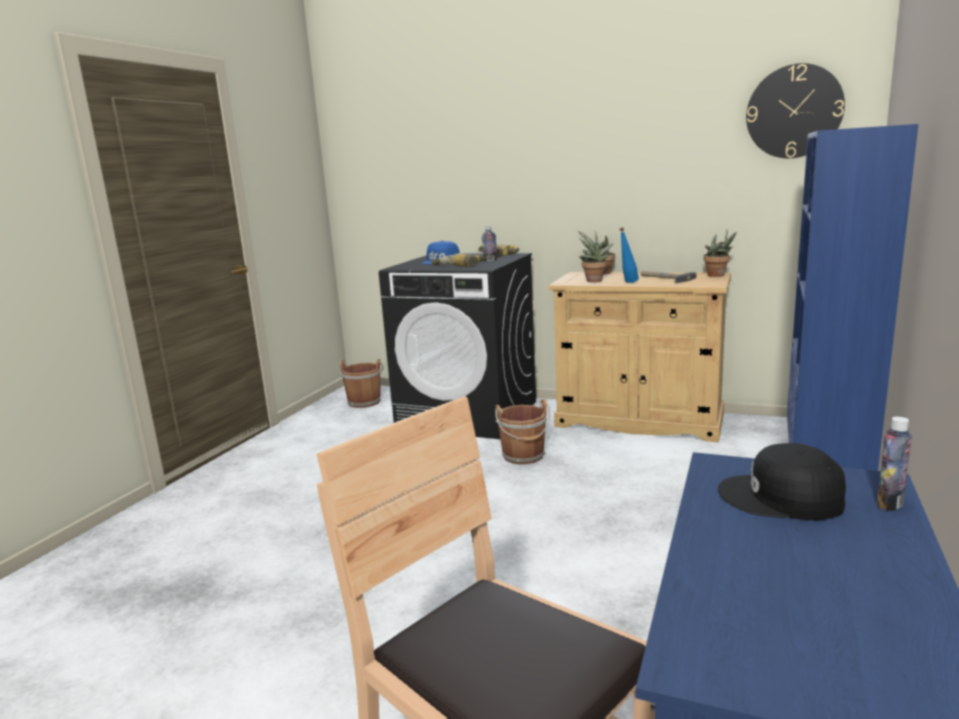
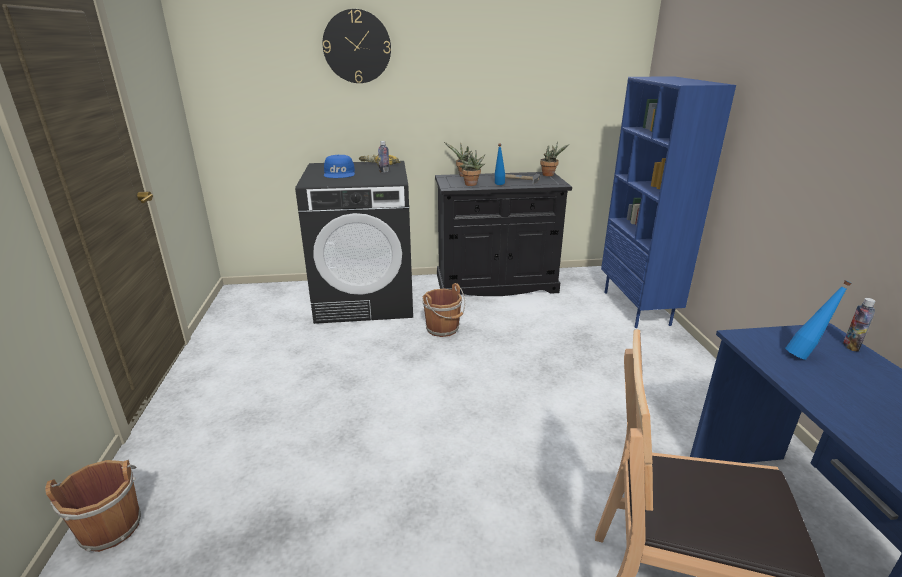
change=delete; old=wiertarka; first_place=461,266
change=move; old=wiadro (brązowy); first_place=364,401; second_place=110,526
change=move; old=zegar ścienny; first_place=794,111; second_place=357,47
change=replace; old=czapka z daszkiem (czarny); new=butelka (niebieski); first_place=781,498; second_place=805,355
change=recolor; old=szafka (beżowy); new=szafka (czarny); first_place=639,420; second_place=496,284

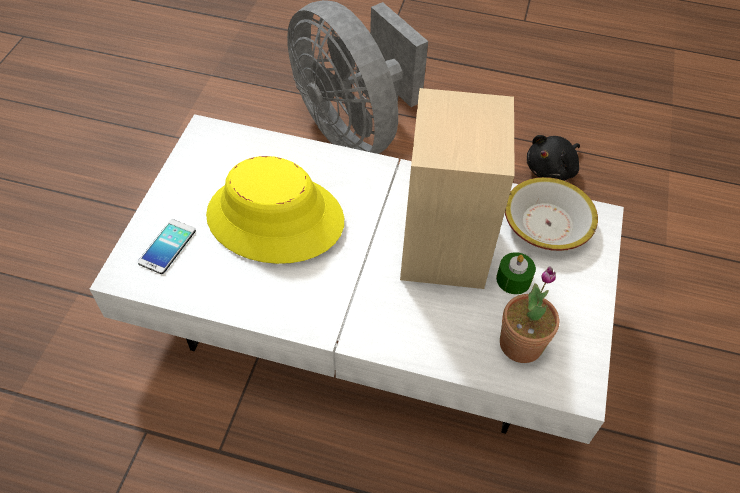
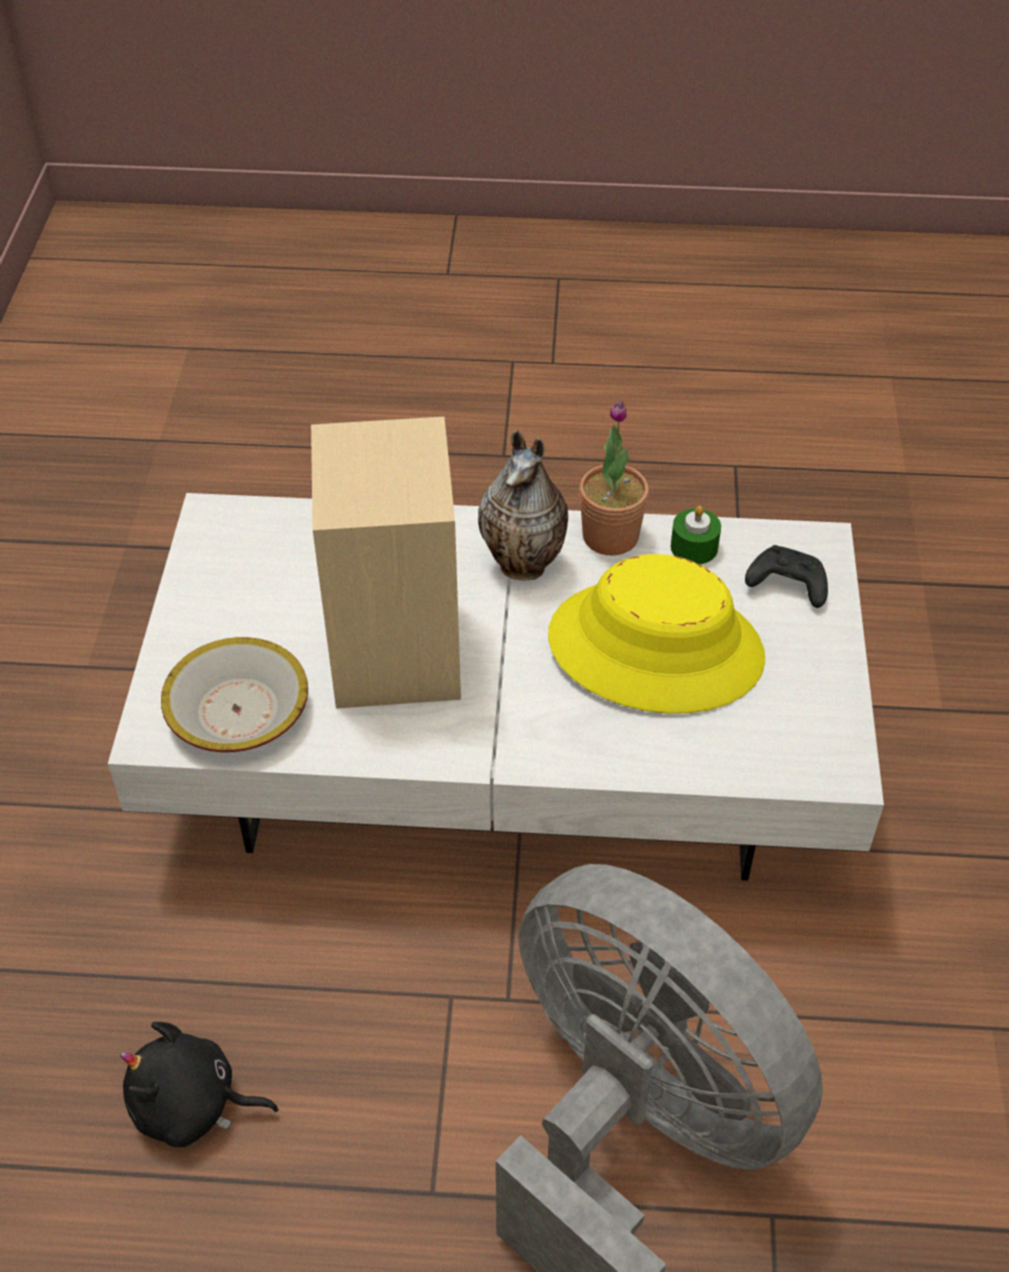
change=insert; new=wazon; second_place=526,566
change=move; old=świeca (zielony); first_place=513,279; second_place=694,547
change=move; old=roślina doniczkowa; first_place=521,344; second_place=610,536
change=replace; old=telefon; new=pad do gier (czarny); first_place=167,247; second_place=785,585
change=rotate; old=pluszak (czarny); first_place=552,170; second_place=192,1105; degrees=-120

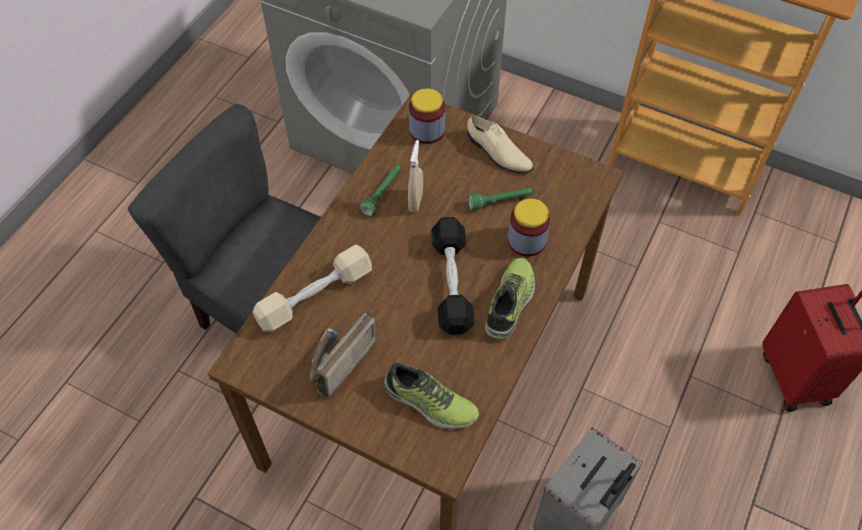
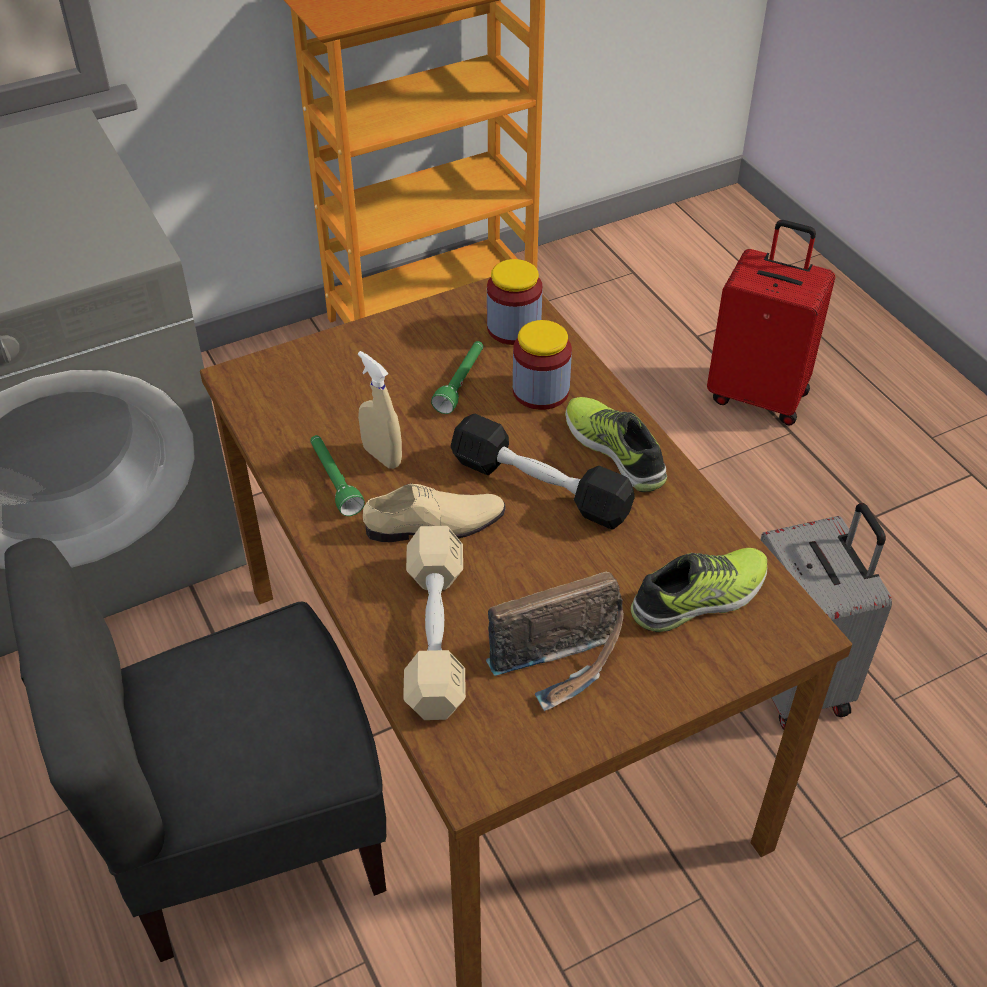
change=move; old=słoik; first_place=427,131; second_place=514,328
change=move; old=but (beżowy); first_place=498,153; second_place=435,525
change=rotate; old=radio; first_place=336,362; second_place=563,664; degrees=-90

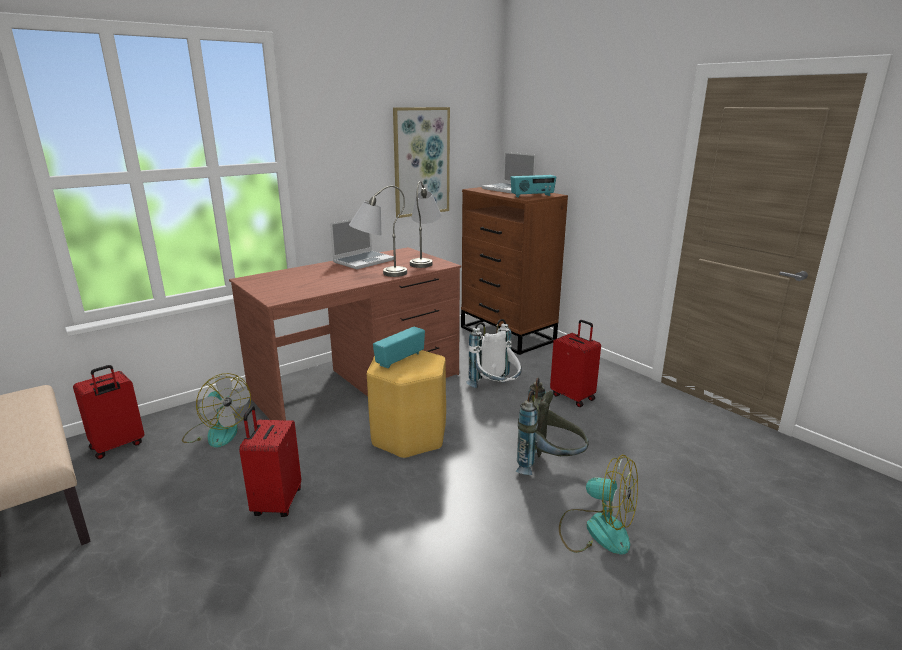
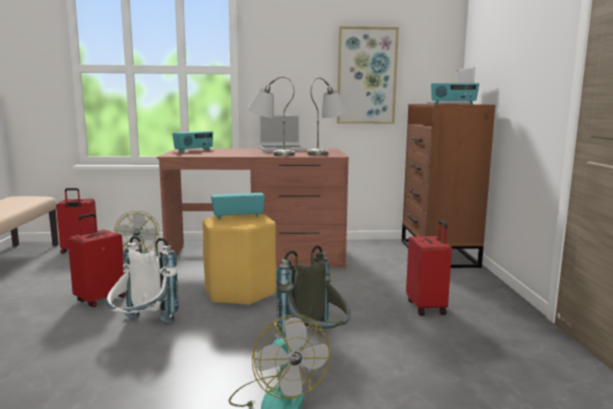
change=insert; new=radio; second_place=194,150
change=move; old=plecak (biały); first_place=496,391; second_place=142,327

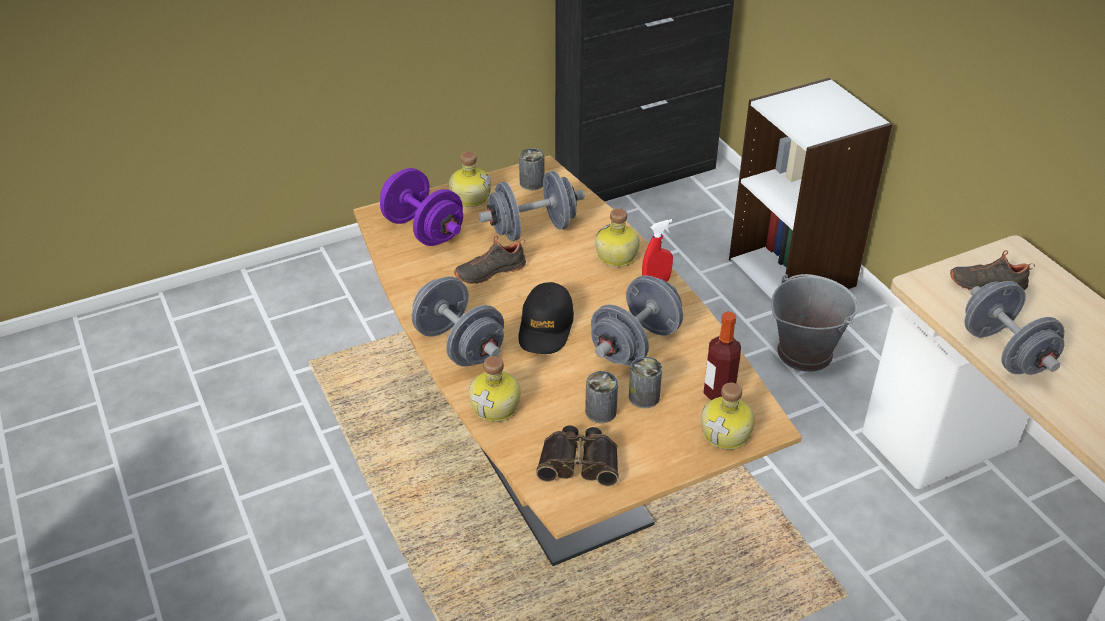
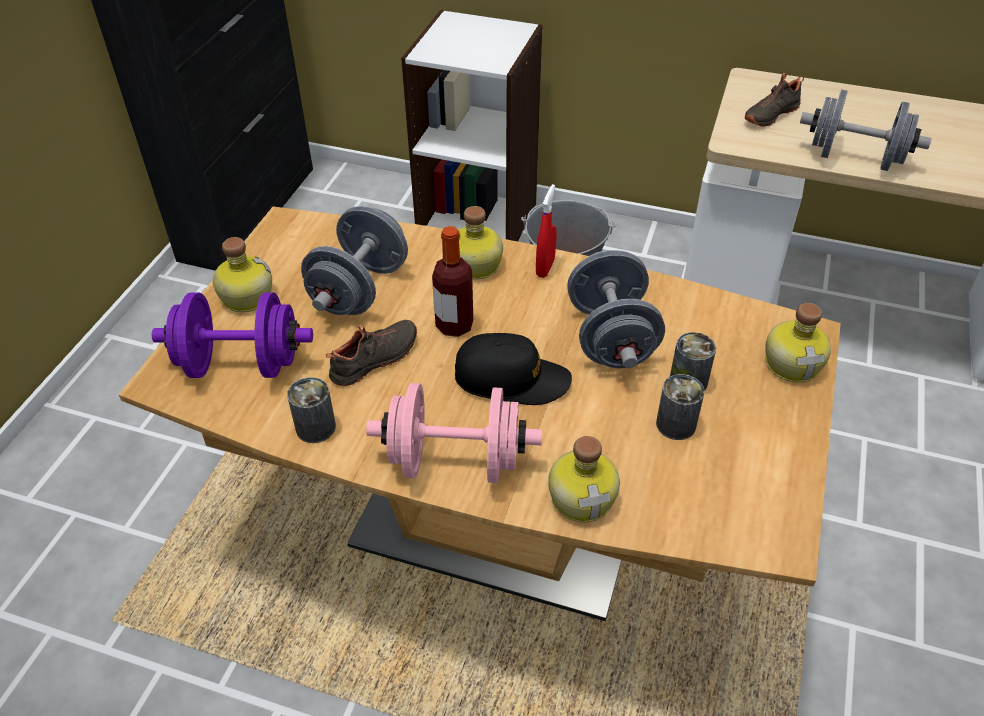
change=delete; old=lornetka; first_place=579,461
change=move; old=puszka; first_place=532,183; second_place=315,427
change=move; old=butelka; first_place=718,393; second_place=454,325
change=recolor; old=hantel (szary); new=hantel (różowy); first_place=459,345; second_place=455,461
change=rotate; old=but (czarny); first_place=489,271; second_place=376,360; degrees=-150
change=rotate; old=czapka z daszkiem (czarny); first_place=546,327; second_place=511,378; degrees=-45

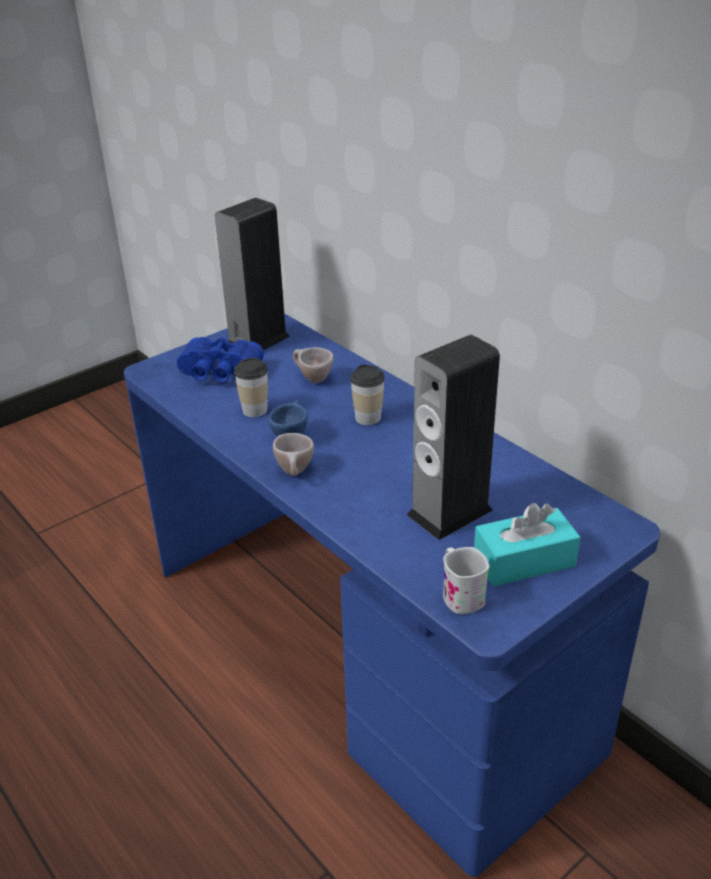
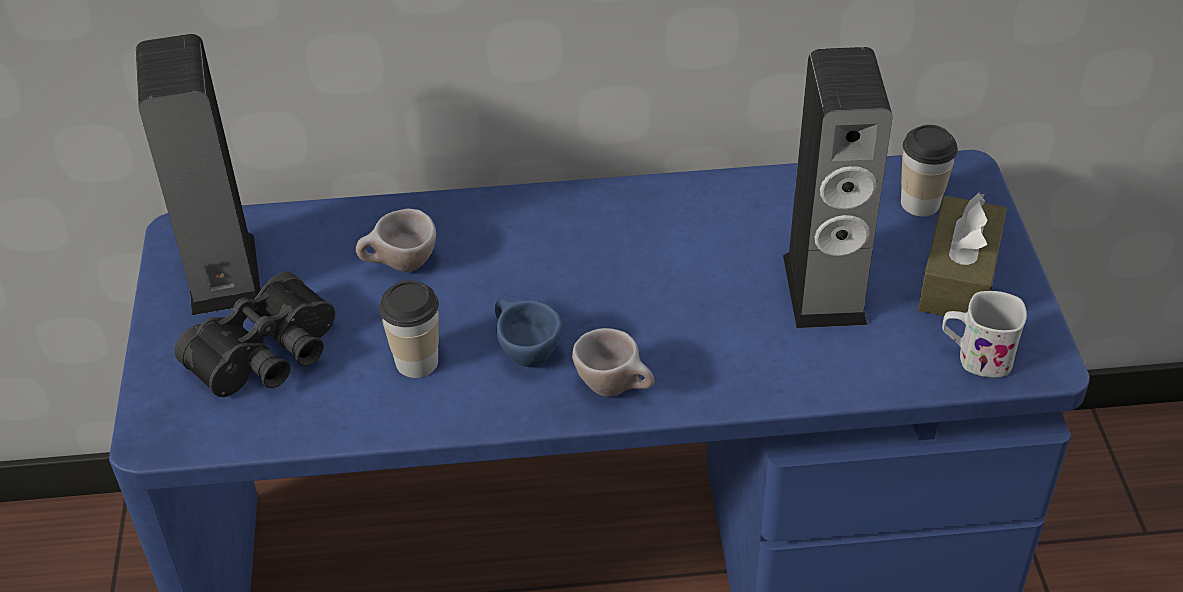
change=move; old=filiżanka; first_place=368,418; second_place=920,203
change=recolor; old=lornetka (niebieski); new=lornetka (czarny); first_place=219,373; second_place=269,356
change=recolor; old=pudełko chusteczek (turkusowy); new=pudełko chusteczek (brązowy); first_place=524,561; second_place=958,277

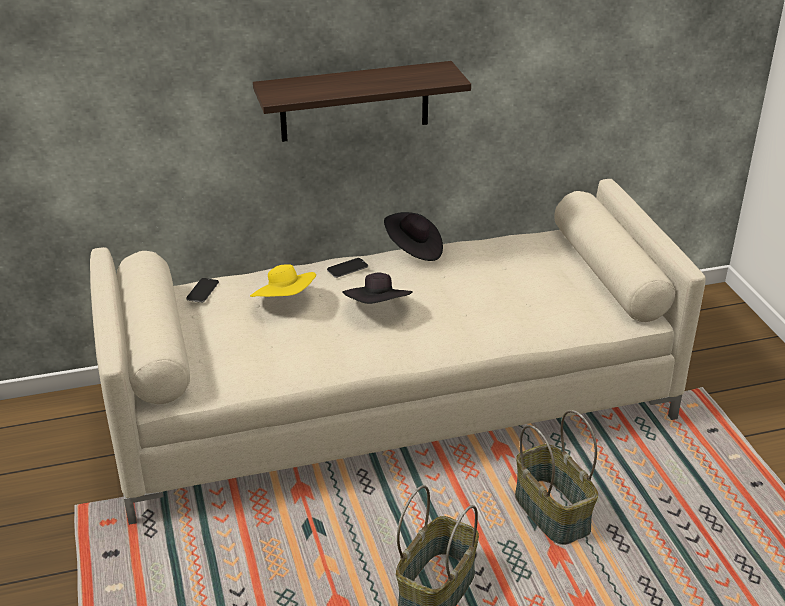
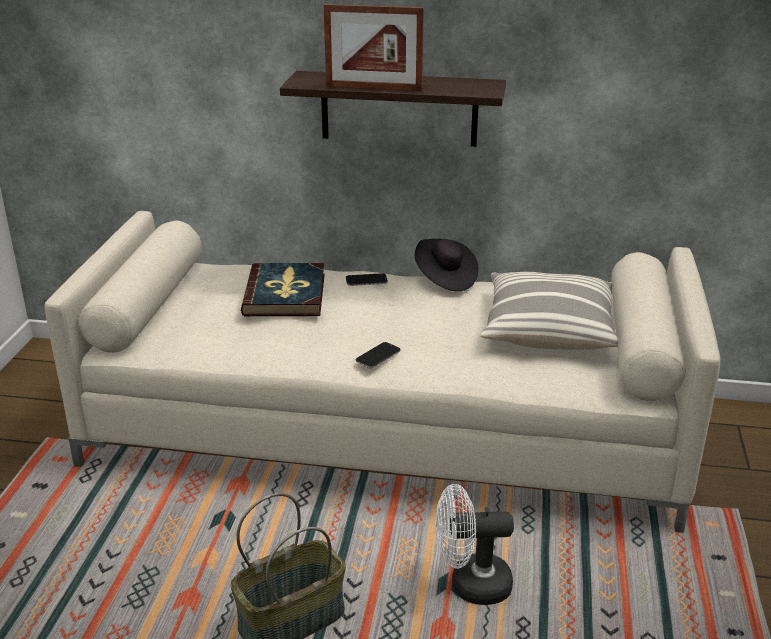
change=delete; old=kapelusz (czarny); first_place=378,309
change=insert; new=ramka na zdjęcie; second_place=373,88
change=insert; new=poduszka; second_place=548,329
change=move; old=telefon; first_place=202,291; second_place=378,356
change=replace; old=kapelusz (żółty); new=książka; first_place=285,301; second_place=285,294
change=replace; old=koszyk; new=wentylator (biały); first_place=553,513; second_place=470,585

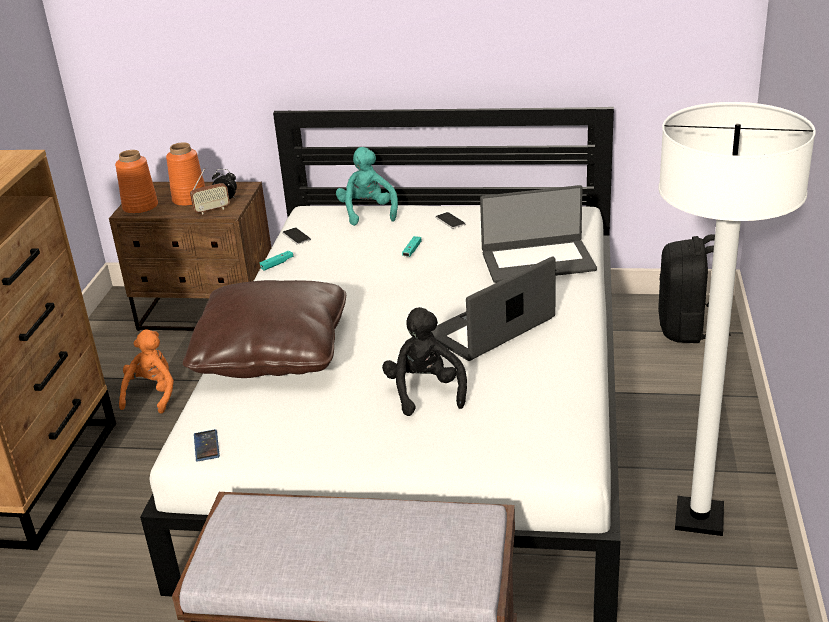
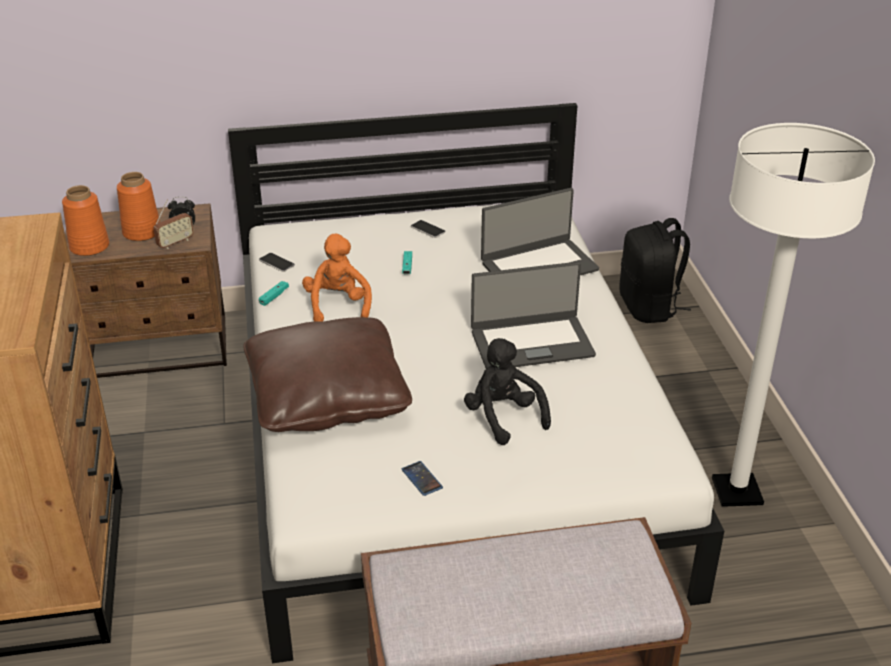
change=delete; old=pluszak (turkusowy); first_place=368,212
change=move; old=pluszak (pomarańczowy); first_place=152,394; second_place=338,306
change=move; old=telefon; first_place=206,446; second_place=422,479
change=rotate; old=laptop; first_place=491,328; second_place=531,342; degrees=-135

